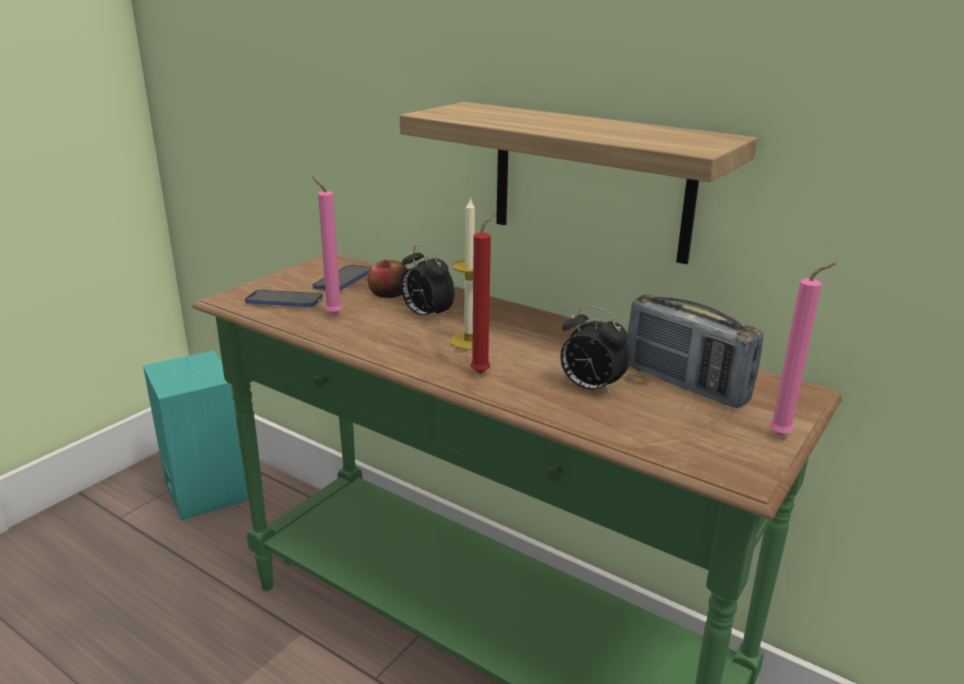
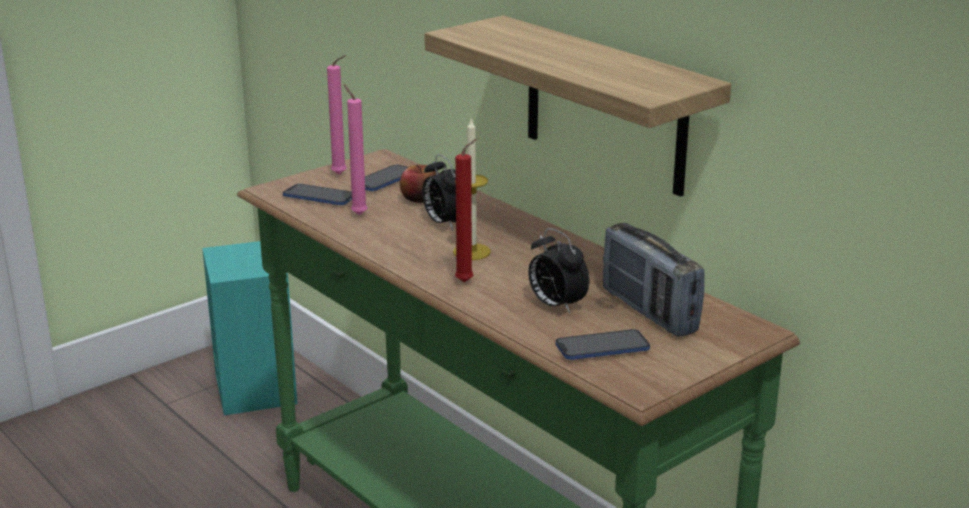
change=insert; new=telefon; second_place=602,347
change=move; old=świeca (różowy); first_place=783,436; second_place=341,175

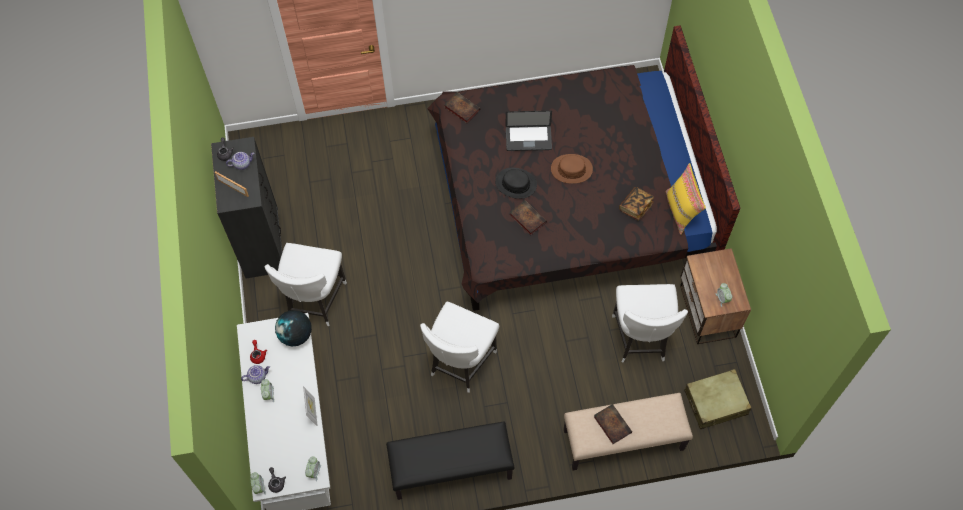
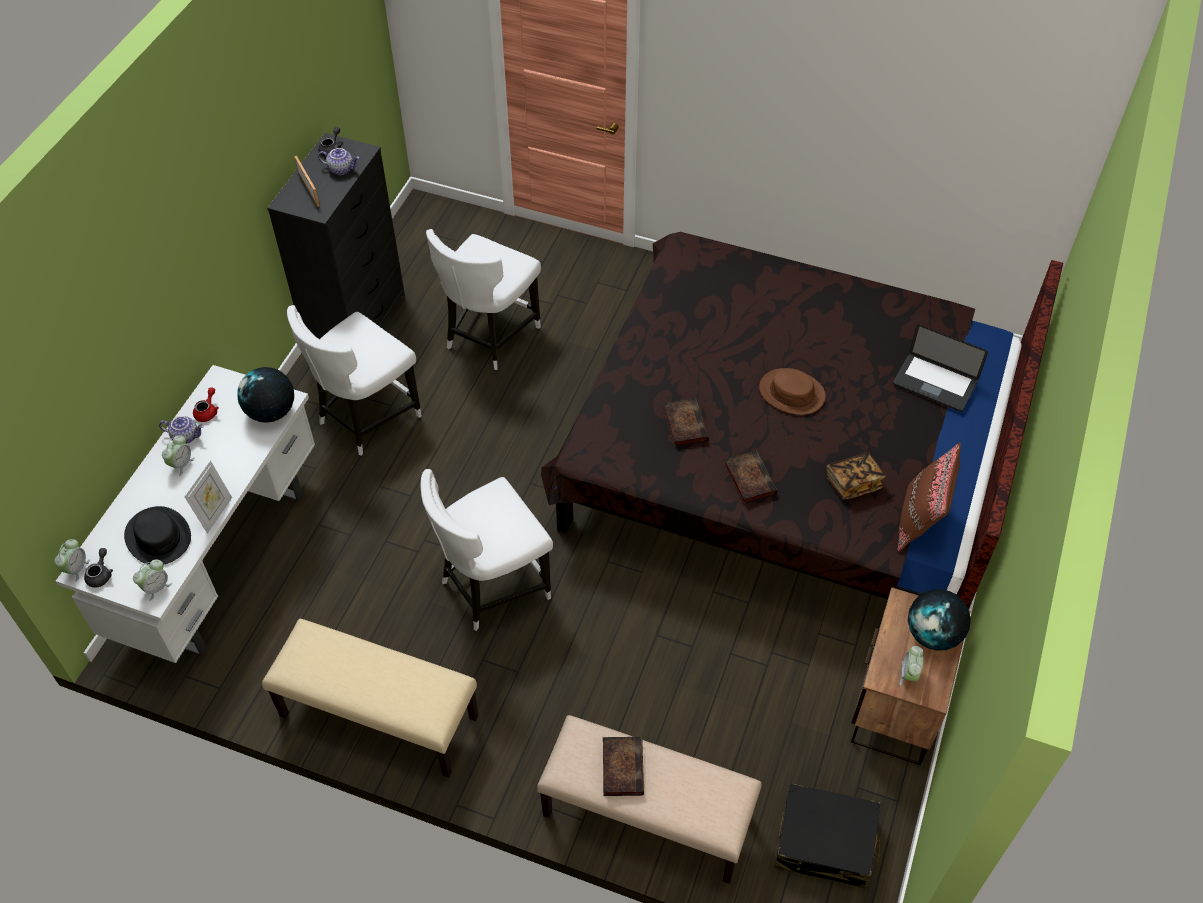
change=insert; new=globus; second_place=933,634
change=move; old=książka; first_place=461,108; second_place=748,478
change=move; old=kapelusz (czarny); first_place=516,183; second_place=158,536
change=move; old=laptop; first_place=528,139; second_place=934,383
change=move; old=krzesło (biały); first_place=640,339; second_place=489,337
change=recolor; old=ławka (czarny); new=ławka (beżowy); first_place=451,469; second_place=378,717
change=recolor; old=poduszka (żółty); new=poduszka (brązowy); first_place=681,211; second_place=920,521
change=recolor; old=walizka (beżowy); new=walizka (czarny); first_place=716,403; second_place=825,843

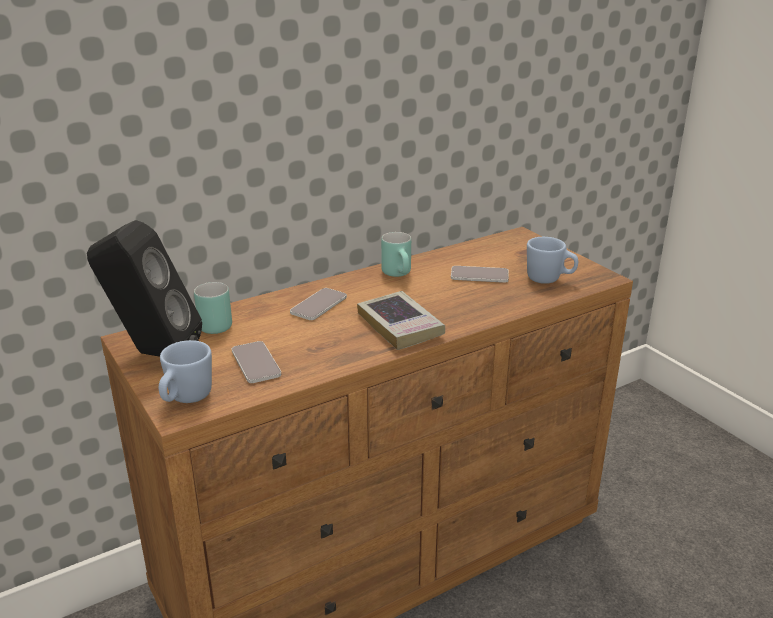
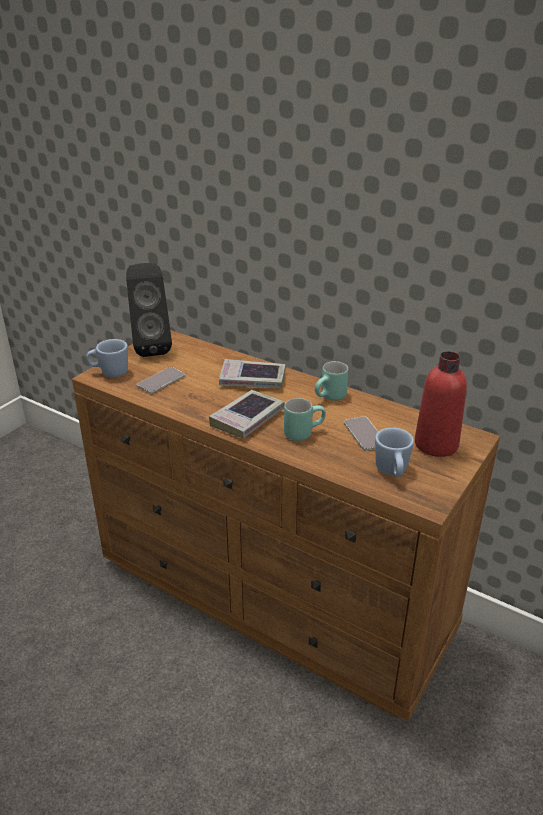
change=insert; new=butelka (czerwony); second_place=436,444
change=move; old=kubek (turkusowy); first_place=215,323; second_place=303,432
change=replace; old=telefon; new=książka; first_place=318,305; second_place=252,380

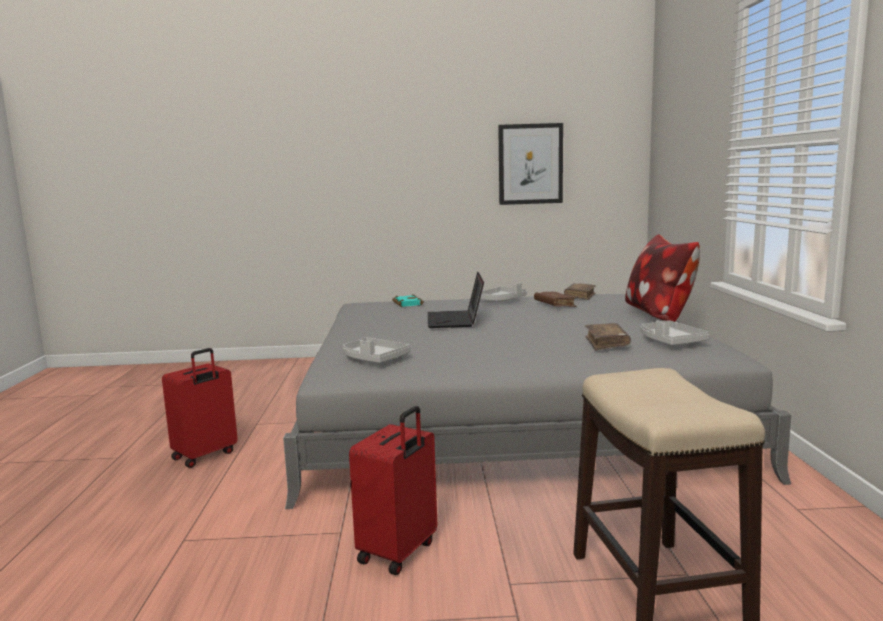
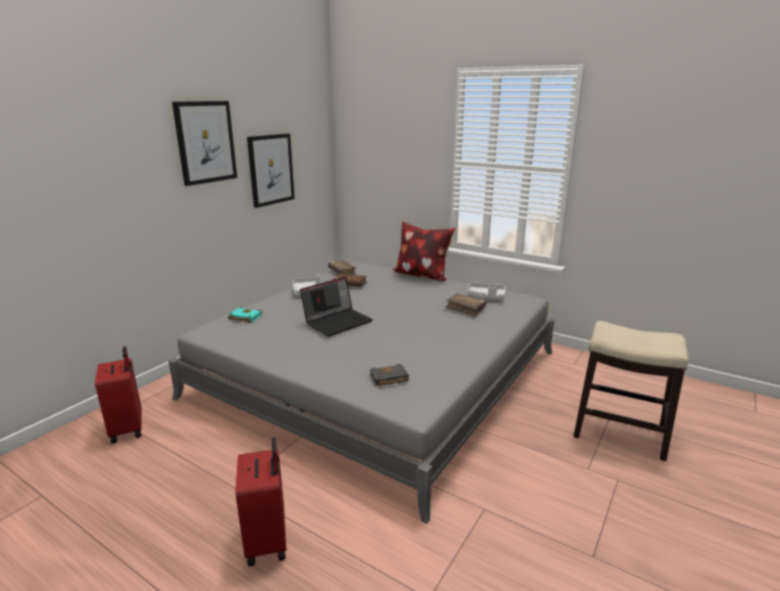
change=insert; new=obraz; second_place=205,142
change=move; old=walizka (czerwony); first_place=399,552; second_place=128,429
change=replace; old=taca (szary); new=książka (czarny); first_place=374,359; second_place=388,379
change=rotate; old=laptop; first_place=456,320; second_place=338,321; degrees=-75

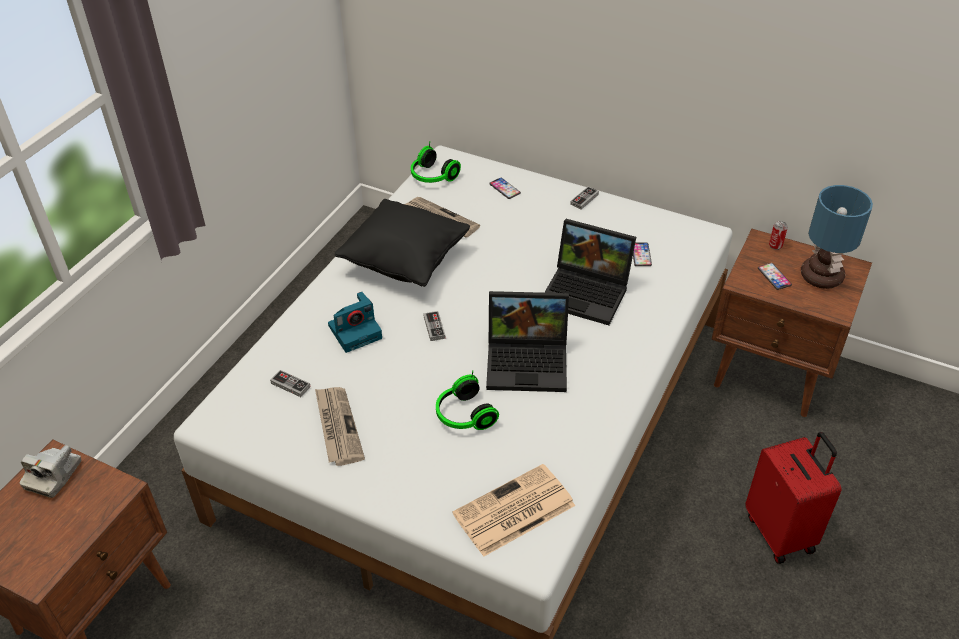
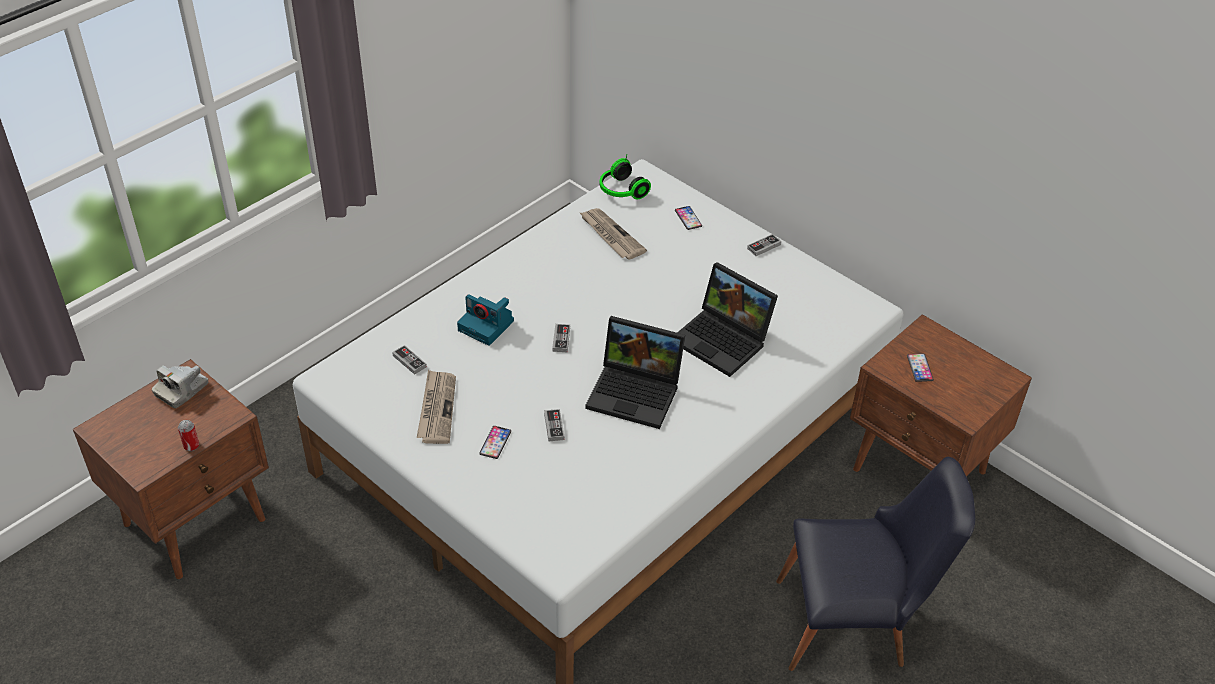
change=delete; old=poduszka (czarny); first_place=405,262
change=delete; old=gazeta; first_place=513,511
change=delete; old=lampa stołowa; first_place=823,277
change=move; old=telefon; first_place=641,255; second_place=495,443
change=move; old=puszka; first_place=775,246; second_place=191,446
change=replace; old=słuchawki; new=pad do gier; first_place=463,415; second_place=554,426
change=replace; old=walizka (czerwony); new=krzesło (czarny); first_place=781,532; second_place=854,625
change=rotate; old=aparat fotograficzny; first_place=356,331; second_place=487,326; degrees=45

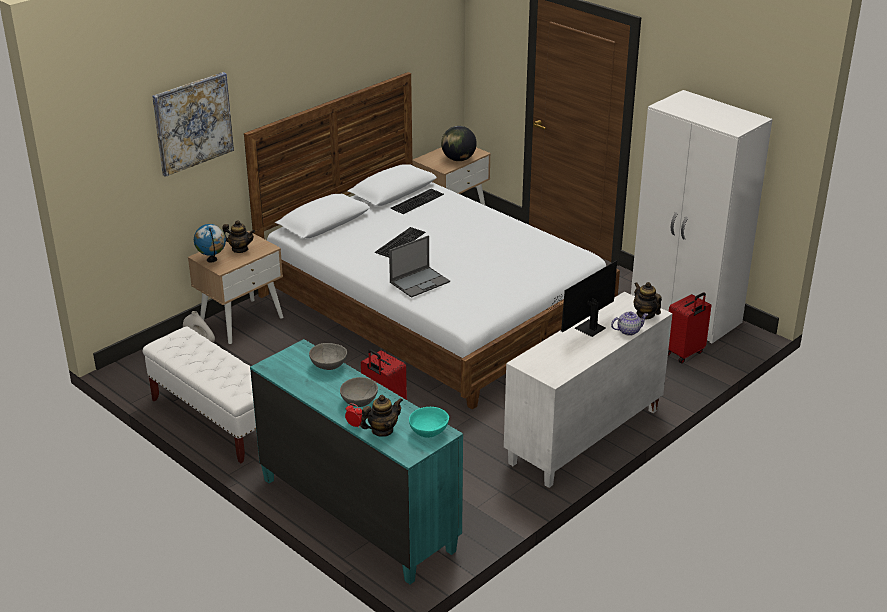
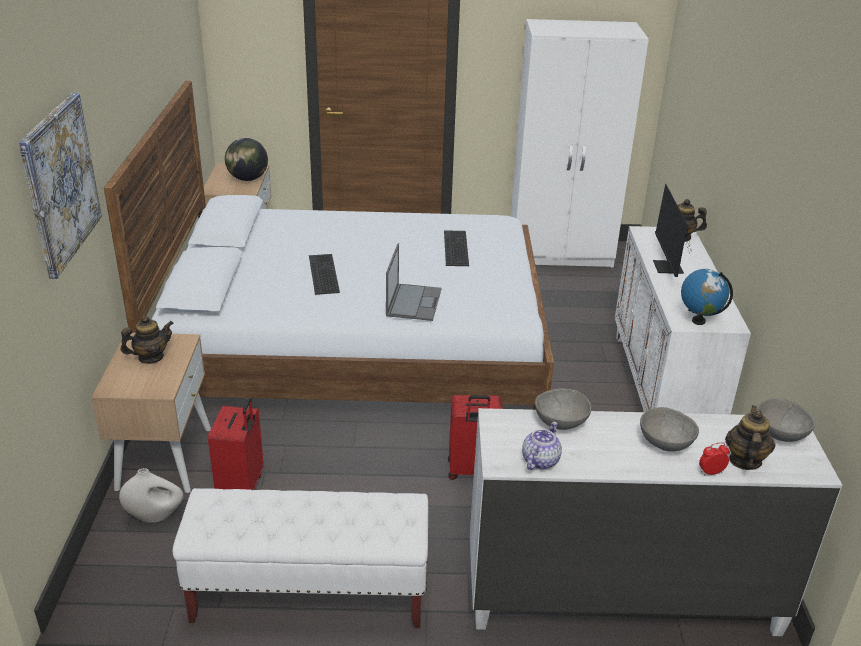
change=move; old=globus; first_place=212,260; second_place=698,321
change=move; old=klawiatura; first_place=417,200; second_place=454,247
change=move; old=imbryk; first_place=628,331; second_place=540,460
change=move; old=walizka (czerwony); first_place=685,353; second_place=242,487
change=recolor; old=komoda (turkusowy); new=komoda (biały); first_place=357,513; second_place=620,596
change=recolor; old=miska (turkusowy); new=miska (szary); first_place=429,432; second_place=780,433

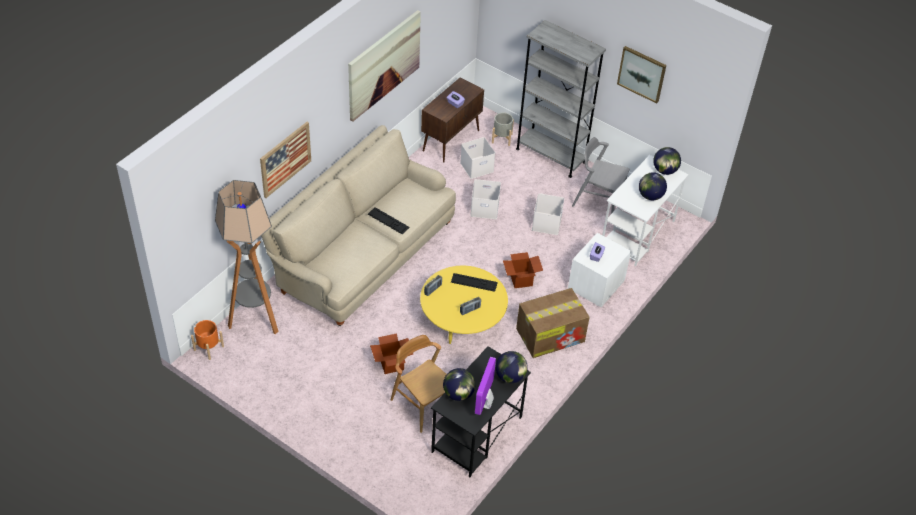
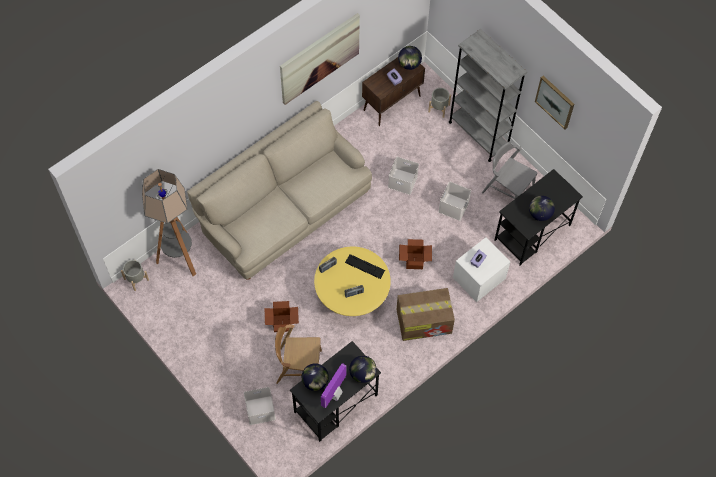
change=delete; old=obraz; first_place=285,159
change=delete; old=klawiatura; first_place=388,221
change=move; old=pojemnik do przechowywania (biały); first_place=476,167; second_place=260,411
change=move; old=globus; first_place=664,170; second_place=409,64
change=recolor; old=donica (pomarańczowy); new=donica (szary); first_place=208,348; second_place=136,279
change=recolor; old=biurko (biały); new=biurko (czarny); first_place=637,234; second_place=532,233
change=rotate; old=krzesło (brązowy); first_place=423,404; second_place=298,366; degrees=-60

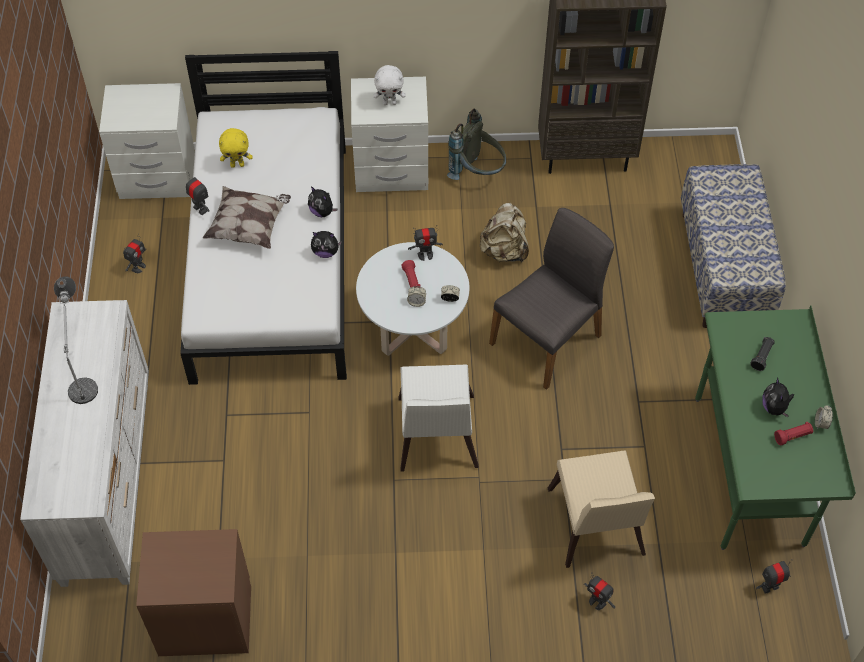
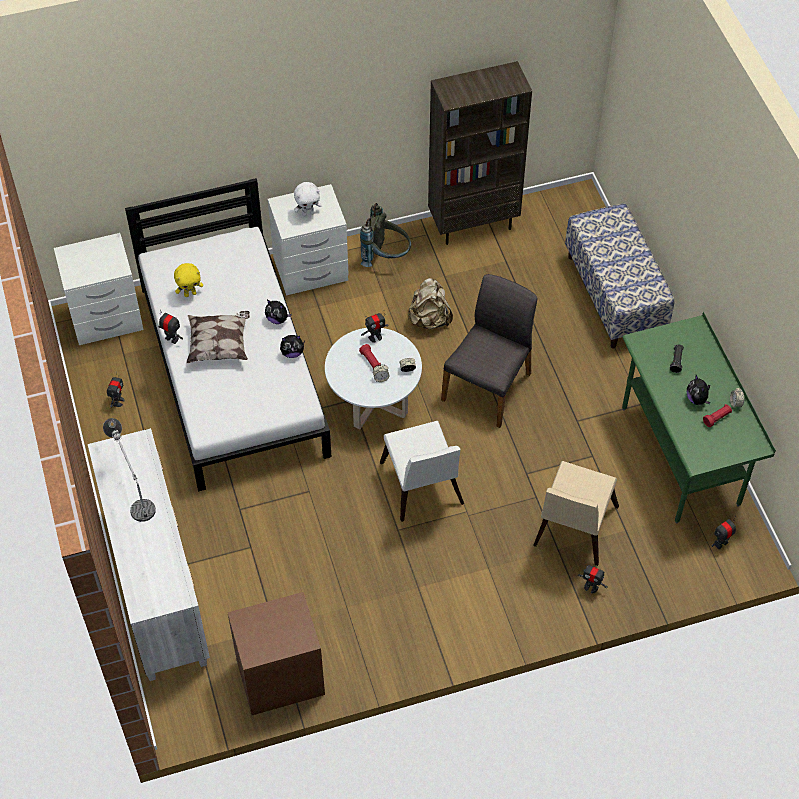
change=rotate; old=krzesło (beżowy); first_place=595,529; second_place=572,530; degrees=45

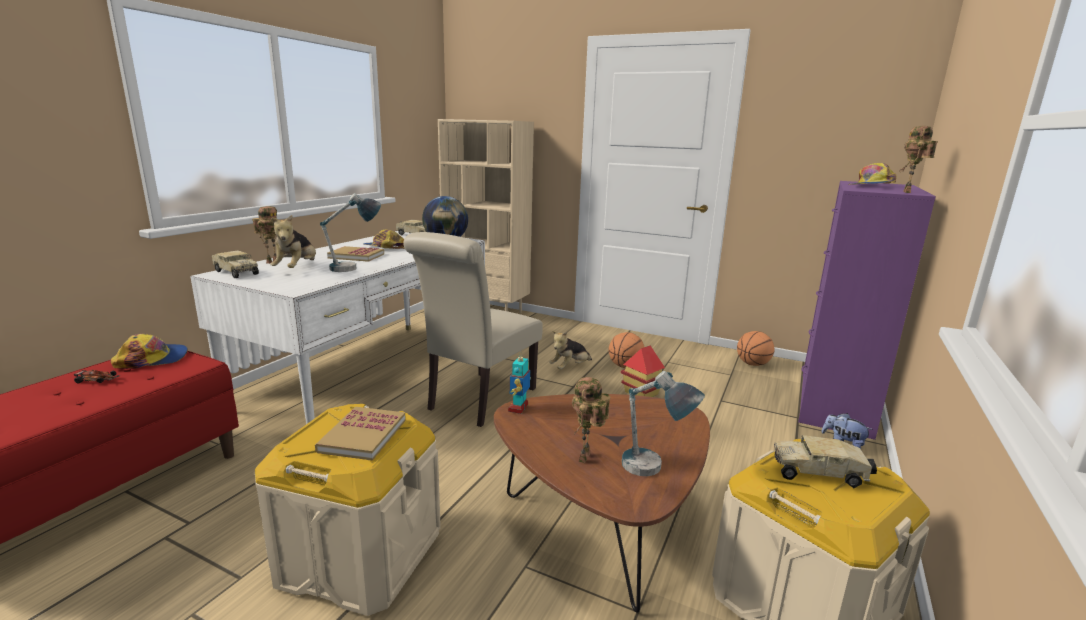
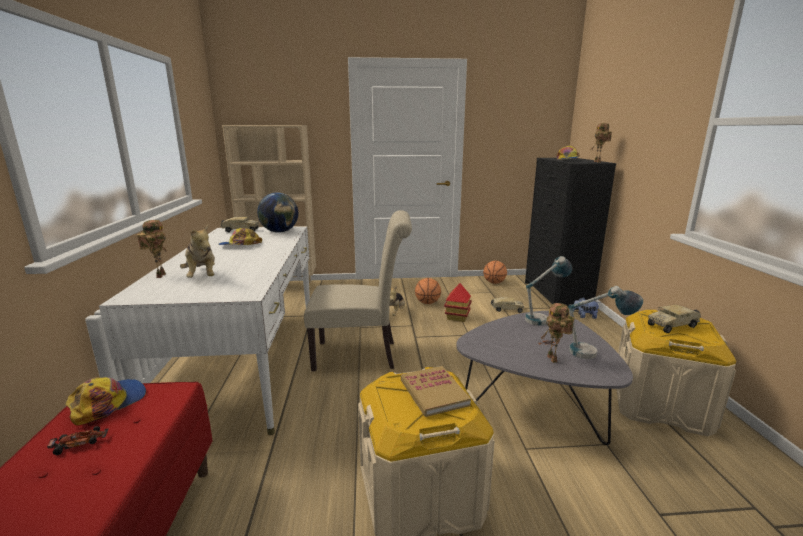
change=delete; old=książka; first_place=356,256
change=delete; old=robot zabawkowy; first_place=518,408
change=move; old=ciężarówka zabawkowa; first_place=235,272; second_place=506,309
change=move; old=lampa stołowa; first_place=354,269; second_place=543,318
change=recolor; old=ława (brązowy); new=ława (szary); first_place=601,528; second_place=535,407
change=recolor; old=komoda (fioletowy); new=komoda (czarny); first_place=834,404; second_place=556,295
change=rotate; old=krzesło (beżowy); first_place=477,401; second_place=361,355; degrees=-90

